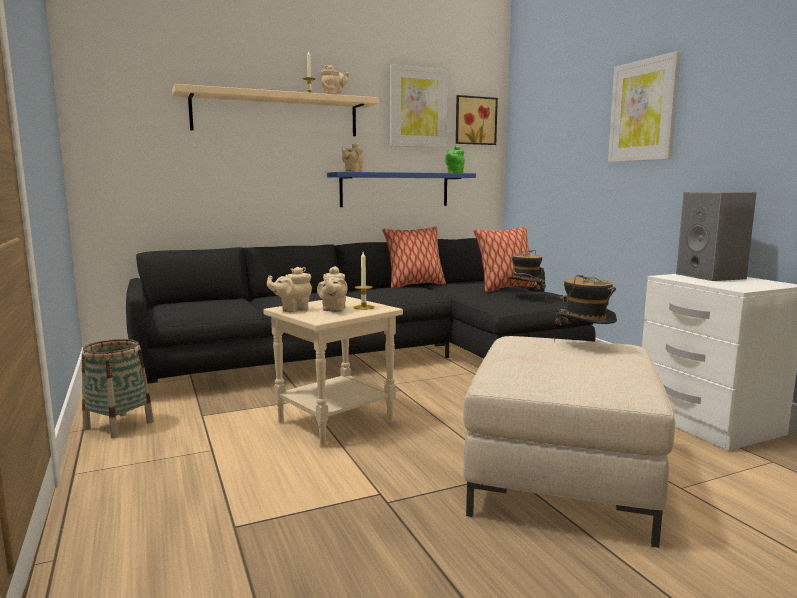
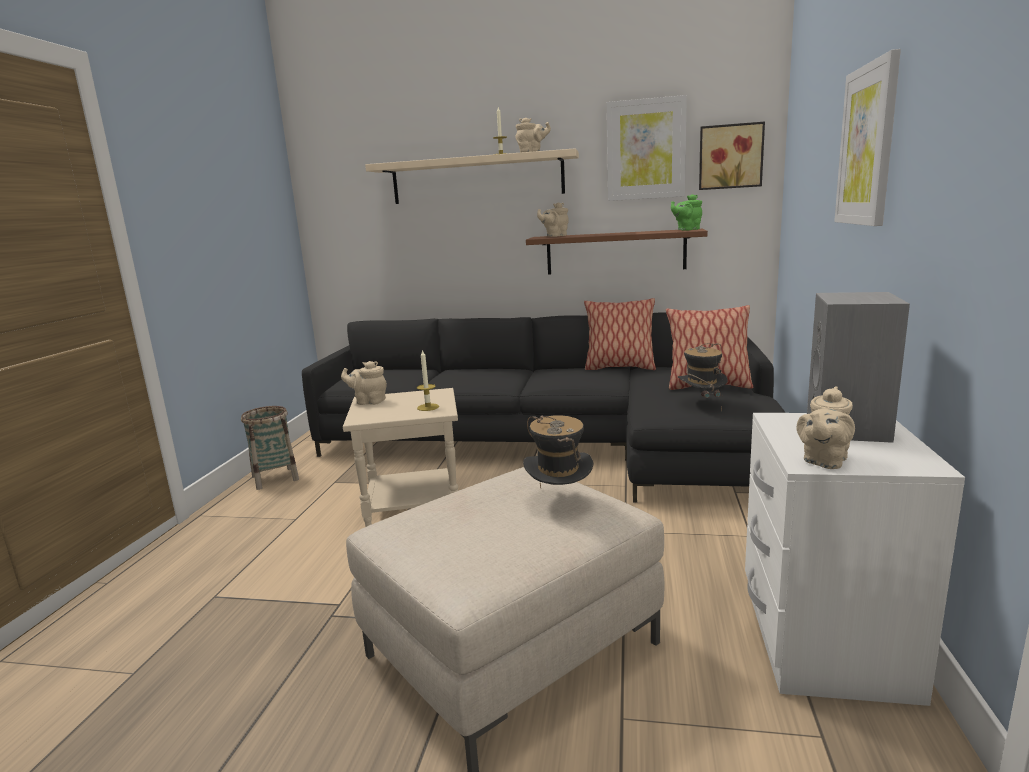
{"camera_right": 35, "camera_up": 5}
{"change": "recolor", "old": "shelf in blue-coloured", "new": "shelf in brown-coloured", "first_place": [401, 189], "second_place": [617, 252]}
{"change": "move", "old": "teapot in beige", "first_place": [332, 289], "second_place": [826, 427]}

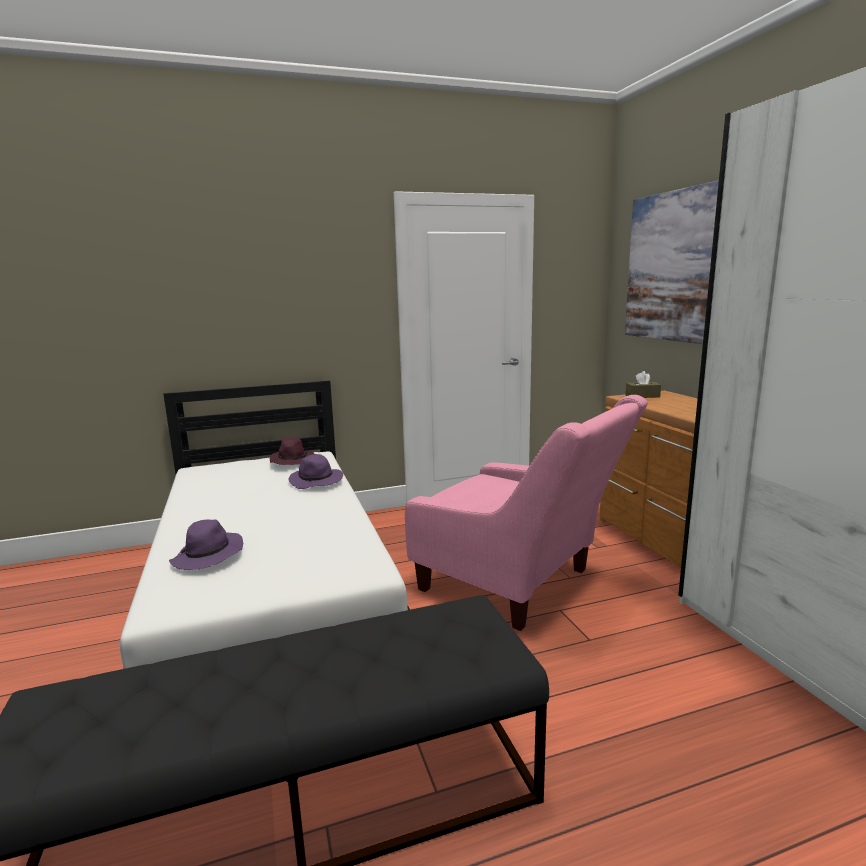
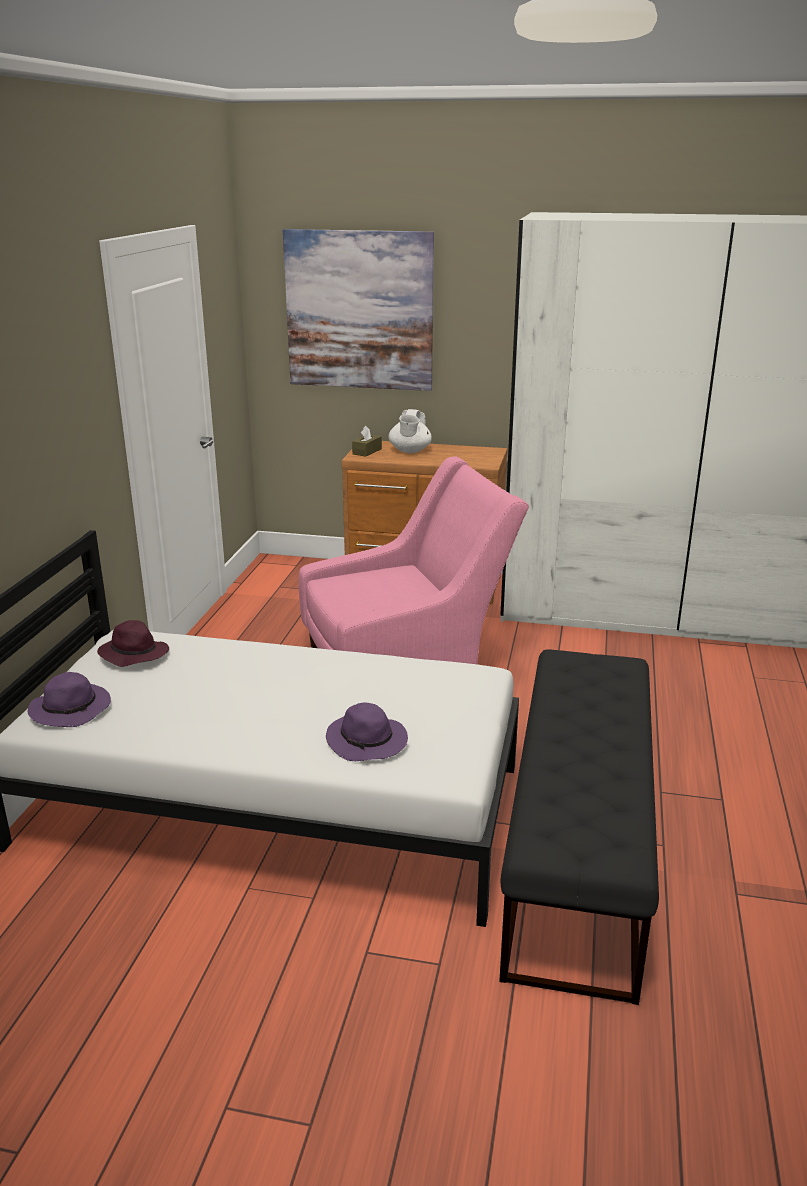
{"camera_right": -60, "camera_up": 10}
{"change": "move", "old": "hat in purple", "first_place": [315, 471], "second_place": [69, 699]}
{"change": "insert", "new": "teapot in white-coloured", "second_place": [410, 431]}

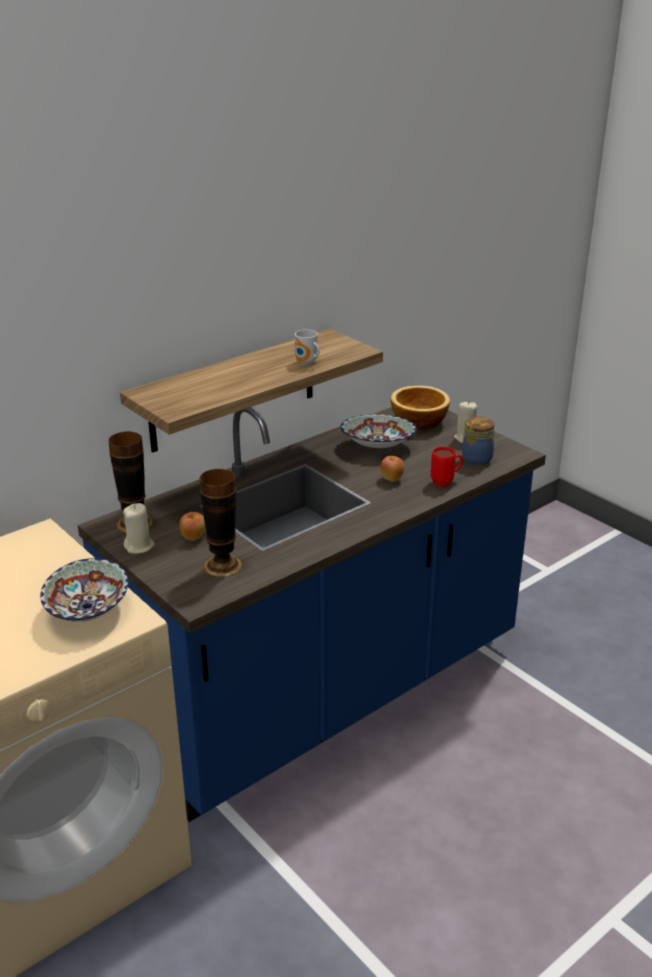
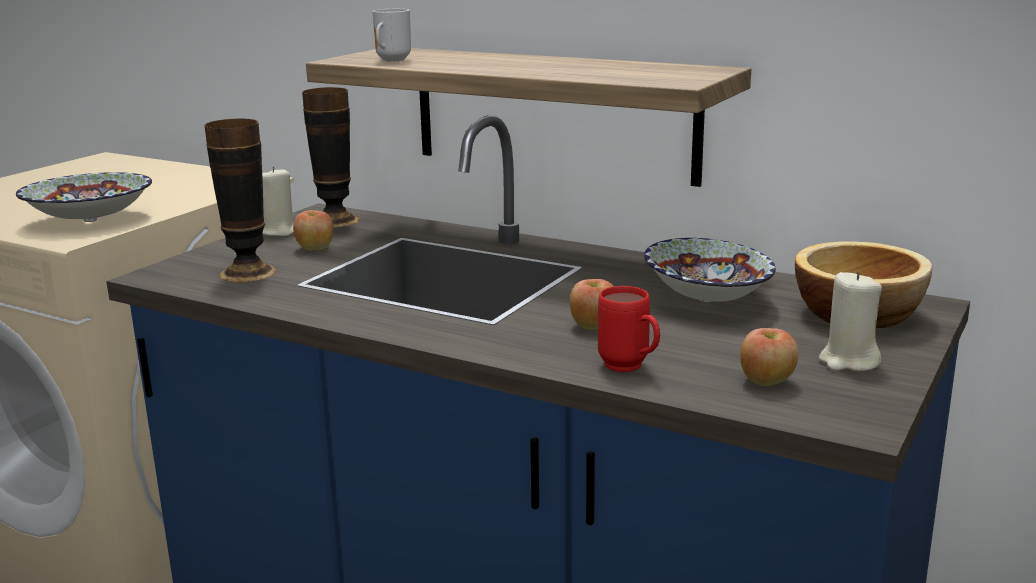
{"camera_right": 70, "camera_up": -10}
{"change": "move", "old": "tea mug", "first_place": [307, 347], "second_place": [391, 35]}
{"change": "replace", "old": "jar", "new": "whole apple", "first_place": [478, 441], "second_place": [769, 357]}

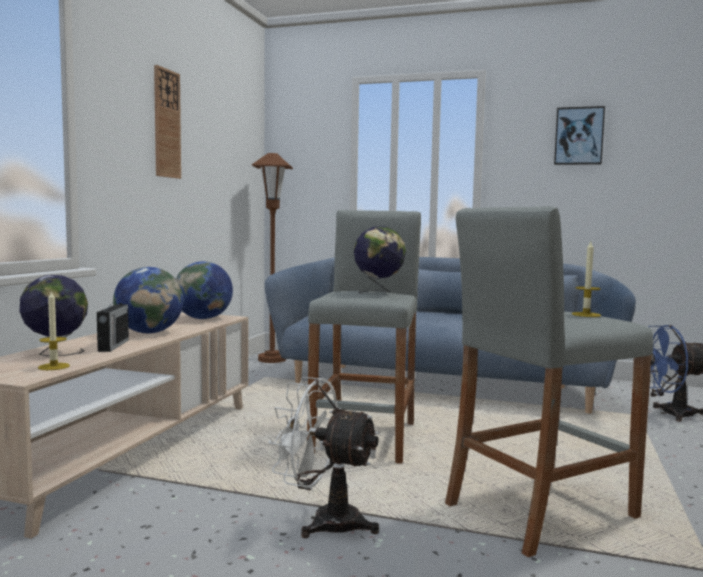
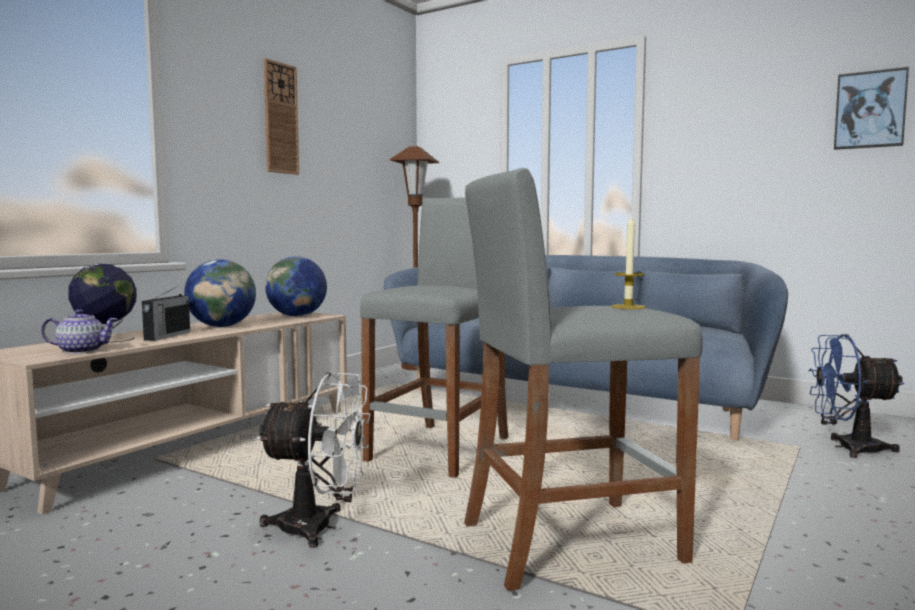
{"camera_right": 15, "camera_up": 0}
{"change": "replace", "old": "candle", "new": "teapot", "first_place": [54, 330], "second_place": [79, 331]}
{"change": "rotate", "old": "fan in white-coloured", "first_place": [324, 457], "second_place": [313, 460], "degrees": 150}
{"change": "move", "old": "wall art", "first_place": [579, 135], "second_place": [871, 108]}
{"change": "delete", "old": "desk globe", "first_place": [380, 260]}

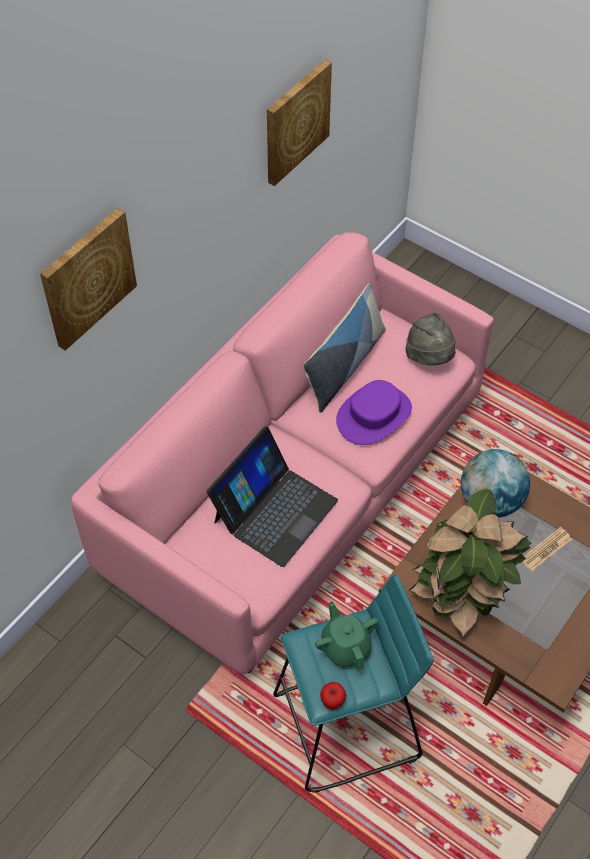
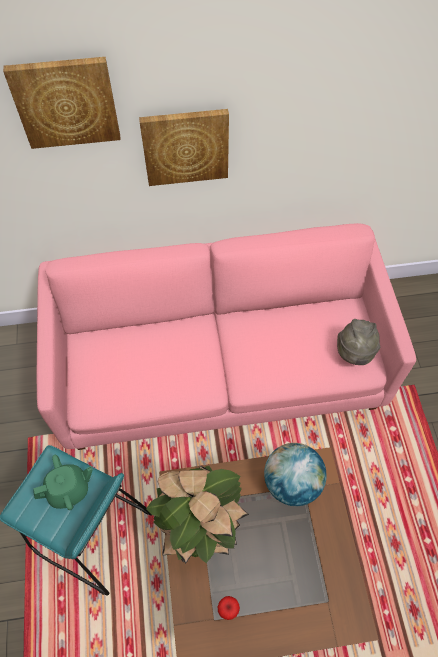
{"camera_right": 45, "camera_up": 5}
{"change": "rotate", "old": "teapot in green-coloured", "first_place": [346, 635], "second_place": [63, 482], "degrees": 45}
{"change": "move", "old": "wall art", "first_place": [299, 122], "second_place": [184, 147]}
{"change": "move", "old": "whole apple", "first_place": [333, 695], "second_place": [229, 608]}
{"change": "delete", "old": "portable computer", "first_place": [272, 496]}
{"change": "delete", "old": "throw pillow", "first_place": [344, 348]}
{"change": "delete", "old": "hat in purple", "first_place": [374, 412]}
{"change": "delete", "old": "newspaper", "first_place": [547, 549]}

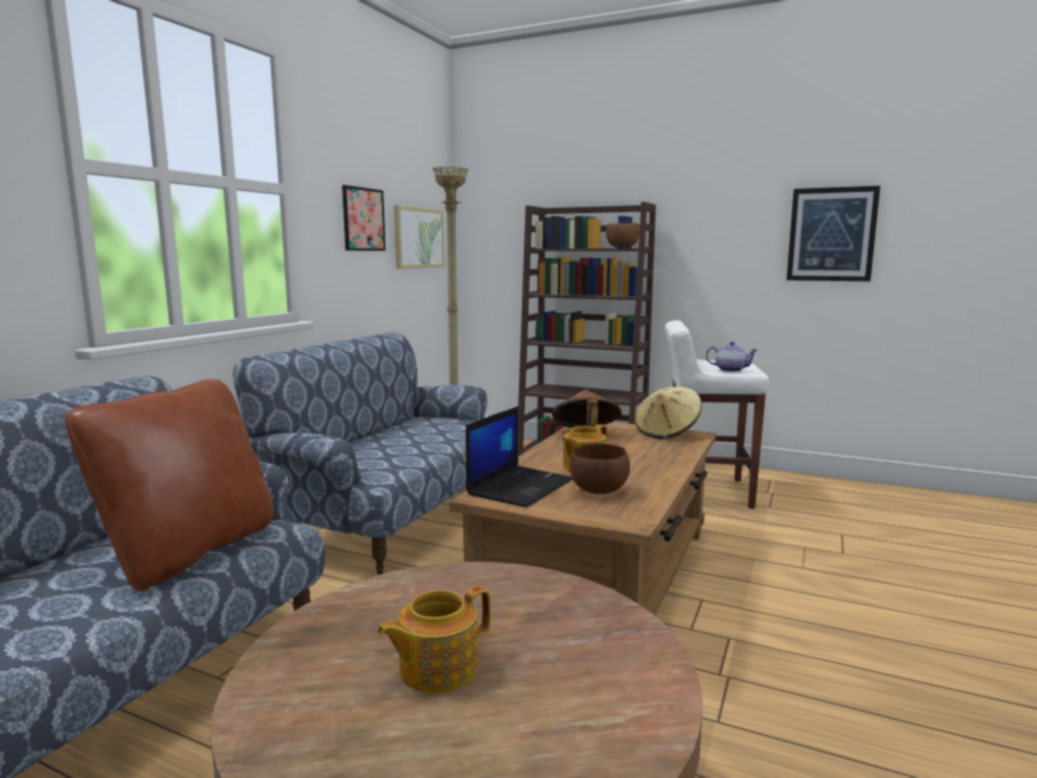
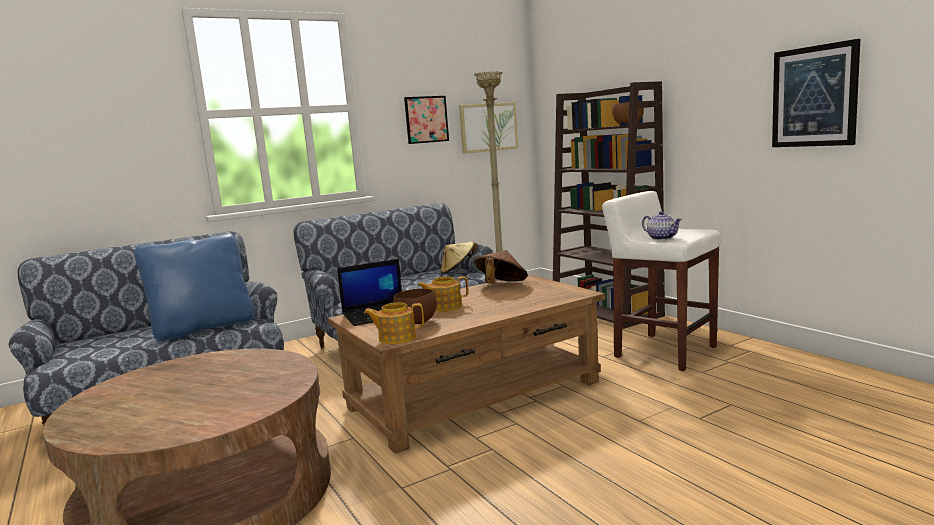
{"camera_right": 35, "camera_up": 0}
{"change": "recolor", "old": "throw pillow in brown-coloured", "new": "throw pillow in blue-coloured", "first_place": [169, 485], "second_place": [194, 287]}
{"change": "move", "old": "teapot", "first_place": [433, 639], "second_place": [394, 323]}
{"change": "move", "old": "hat in beige", "first_place": [668, 413], "second_place": [459, 258]}

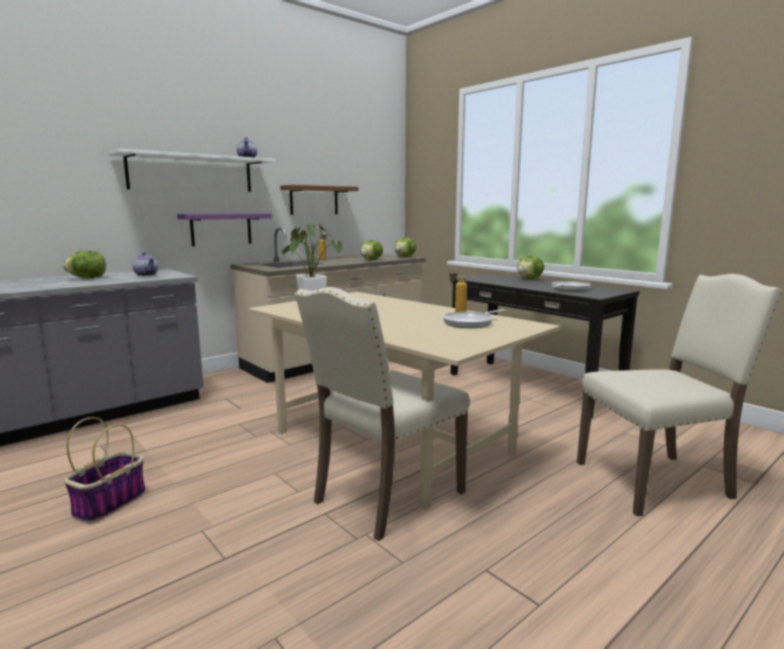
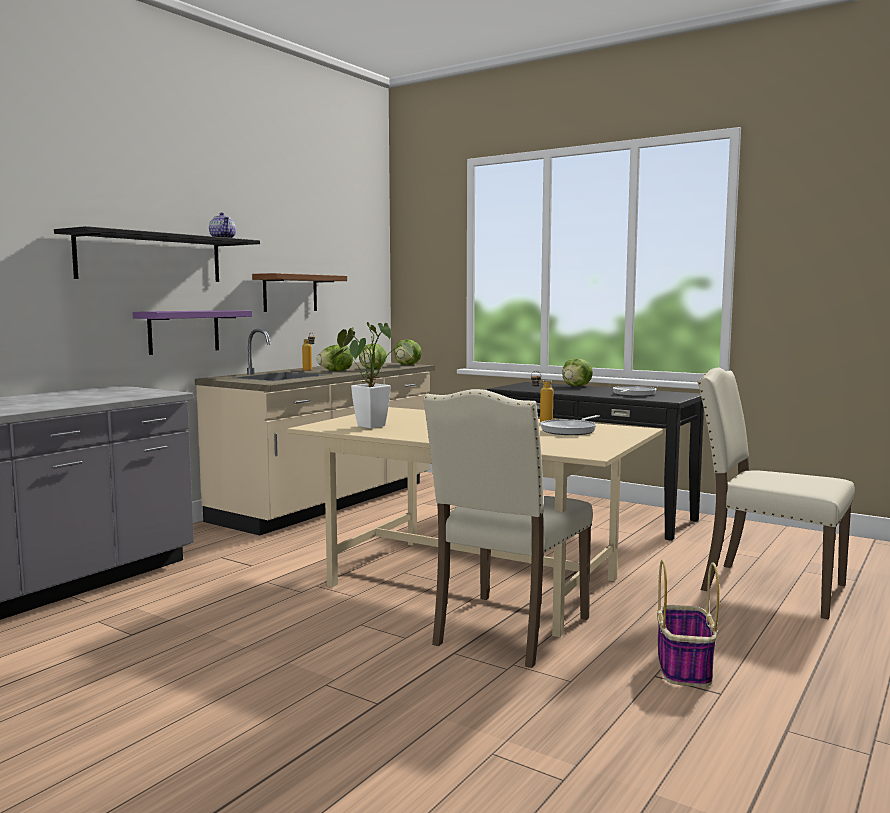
{"camera_right": -15, "camera_up": -5}
{"change": "recolor", "old": "shelf in white-coloured", "new": "shelf in black", "first_place": [192, 170], "second_place": [157, 254]}
{"change": "move", "old": "lettuce head", "first_place": [84, 264], "second_place": [335, 358]}
{"change": "move", "old": "household basket", "first_place": [105, 470], "second_place": [688, 623]}
{"change": "rotate", "old": "chair in beige", "first_place": [680, 395], "second_place": [776, 494], "degrees": -120}
{"change": "delete", "old": "teapot", "first_place": [145, 264]}

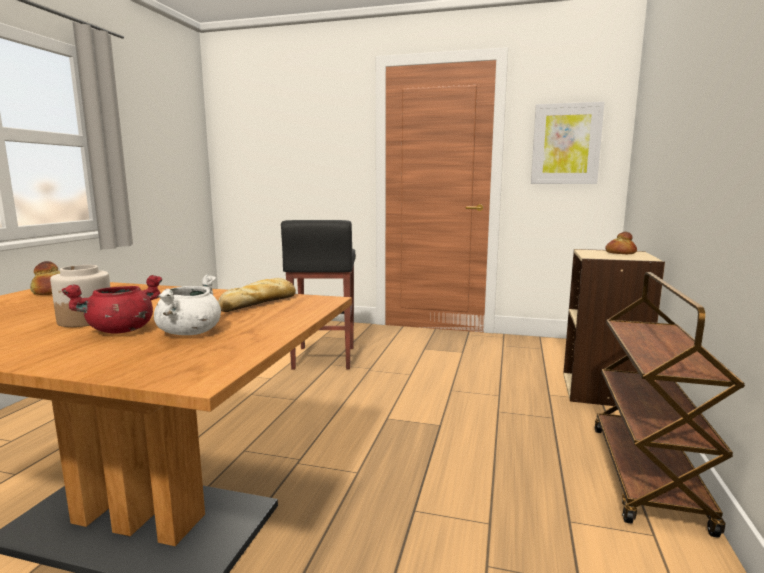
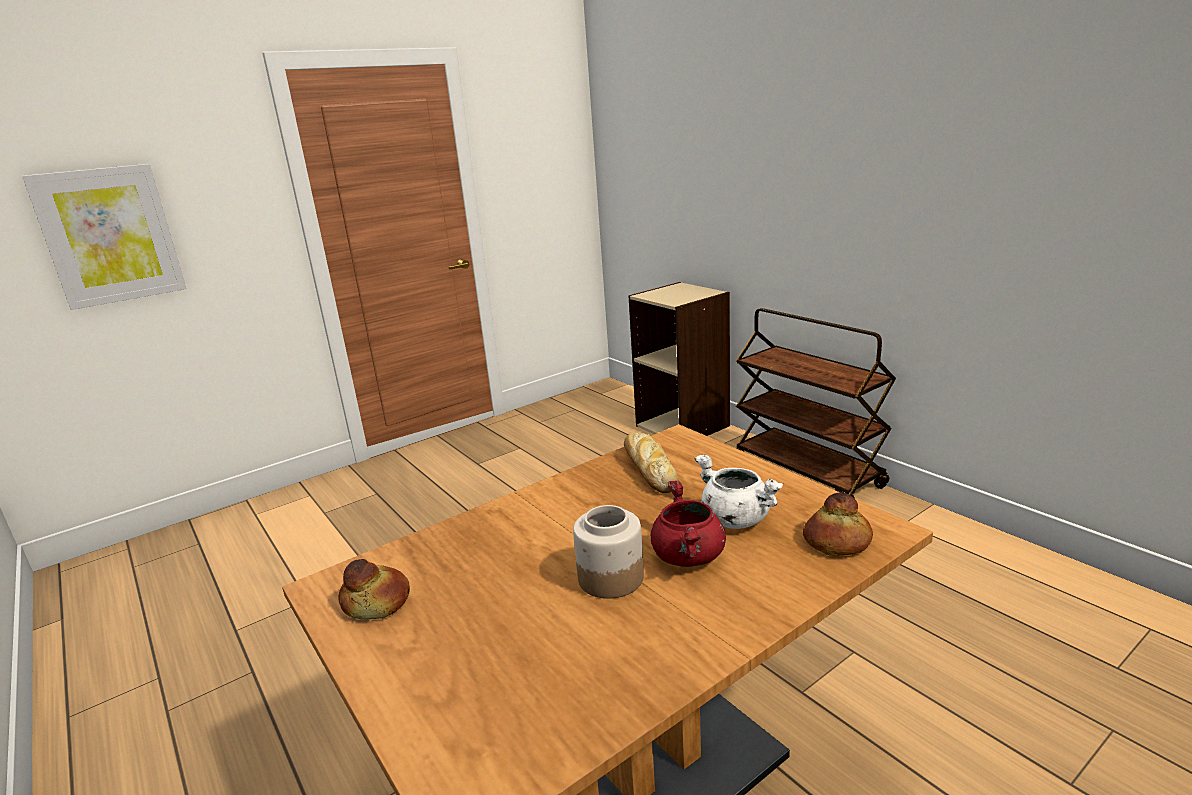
{"camera_right": -50, "camera_up": 10}
{"change": "move", "old": "wall art", "first_place": [568, 143], "second_place": [104, 237]}
{"change": "move", "old": "baked bread", "first_place": [621, 243], "second_place": [838, 524]}
{"change": "delete", "old": "stool seat in black", "first_place": [318, 294]}

